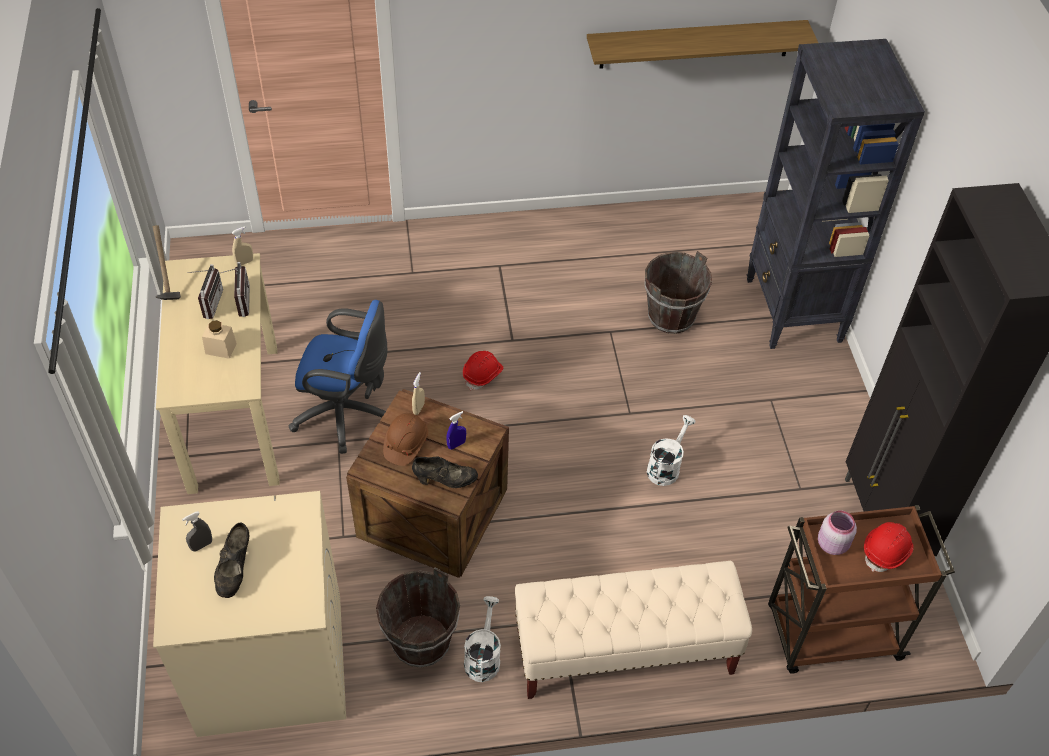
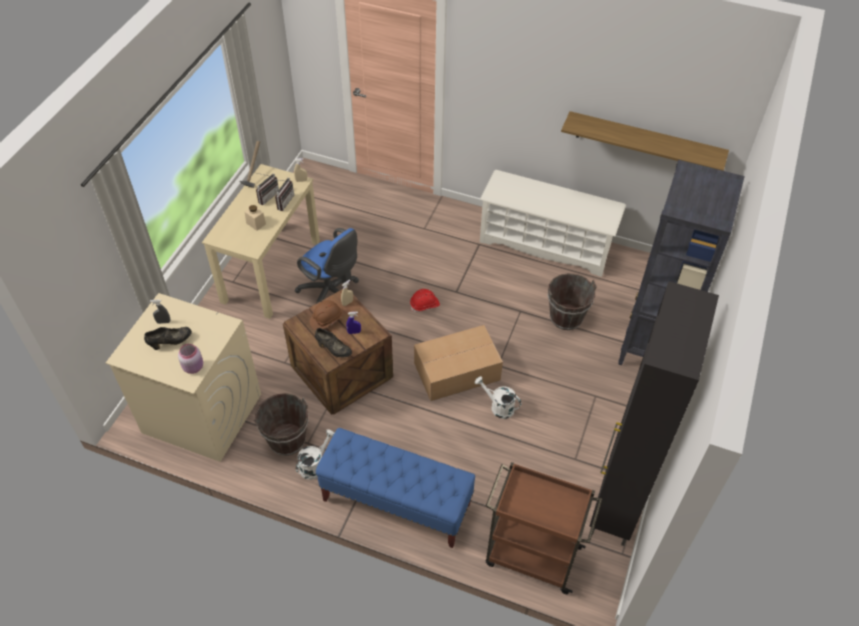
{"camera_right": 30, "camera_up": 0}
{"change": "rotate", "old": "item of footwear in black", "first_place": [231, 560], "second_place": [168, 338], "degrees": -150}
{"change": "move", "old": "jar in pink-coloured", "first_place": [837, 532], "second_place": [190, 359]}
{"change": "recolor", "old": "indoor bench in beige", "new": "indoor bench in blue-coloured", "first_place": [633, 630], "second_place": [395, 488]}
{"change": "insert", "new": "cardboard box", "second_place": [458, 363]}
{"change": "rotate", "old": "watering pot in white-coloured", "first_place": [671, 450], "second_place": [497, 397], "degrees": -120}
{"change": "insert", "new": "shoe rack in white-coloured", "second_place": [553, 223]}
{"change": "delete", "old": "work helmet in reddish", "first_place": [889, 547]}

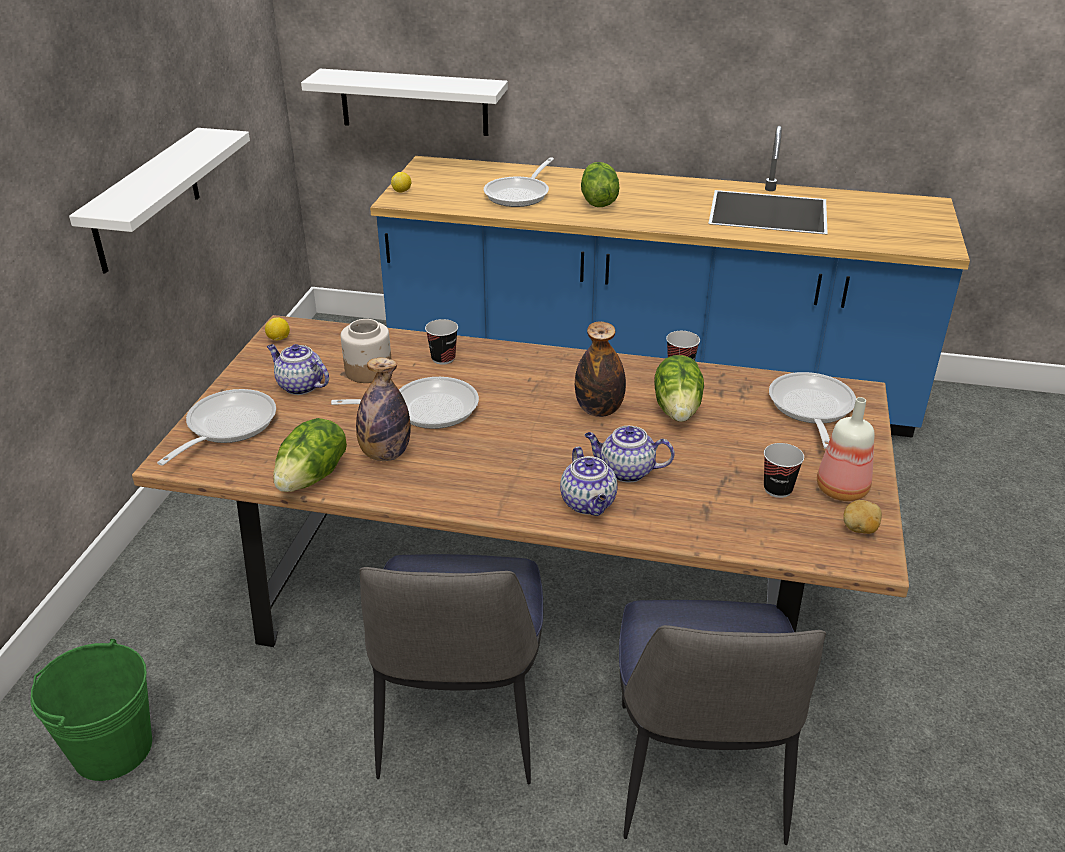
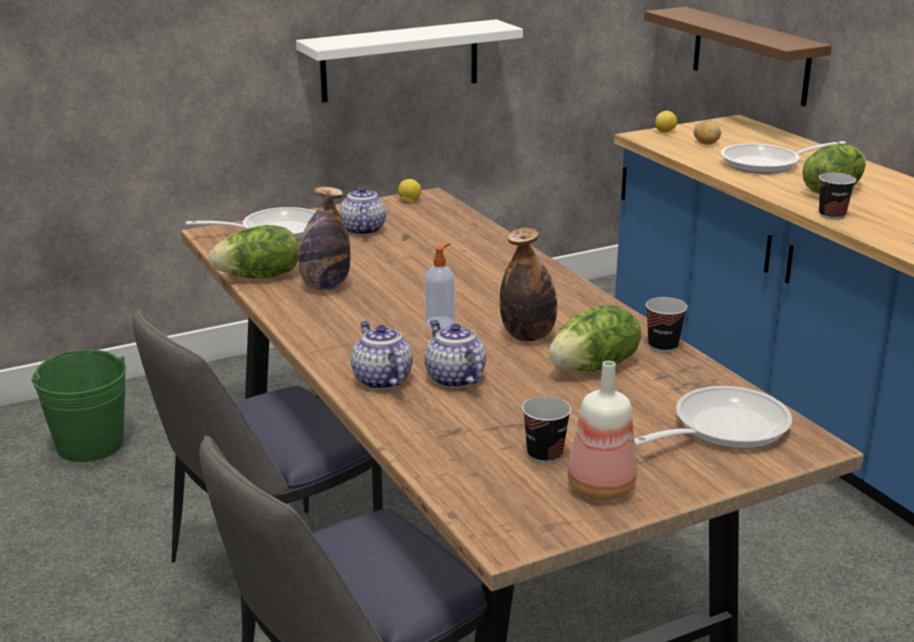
{"camera_right": 50, "camera_up": -10}
{"change": "rotate", "old": "teapot", "first_place": [588, 481], "second_place": [382, 355], "degrees": 120}
{"change": "insert", "new": "soap bottle", "second_place": [439, 285]}
{"change": "recolor", "old": "shelf in white-coloured", "new": "shelf in brown-coloured", "first_place": [404, 102], "second_place": [738, 56]}
{"change": "move", "old": "whole potato", "first_place": [862, 517], "second_place": [707, 133]}
{"change": "move", "old": "small cup", "first_place": [441, 342], "second_place": [837, 196]}
{"change": "delete", "old": "frying pan", "first_place": [405, 403]}
{"change": "delete", "old": "jar", "first_place": [366, 351]}

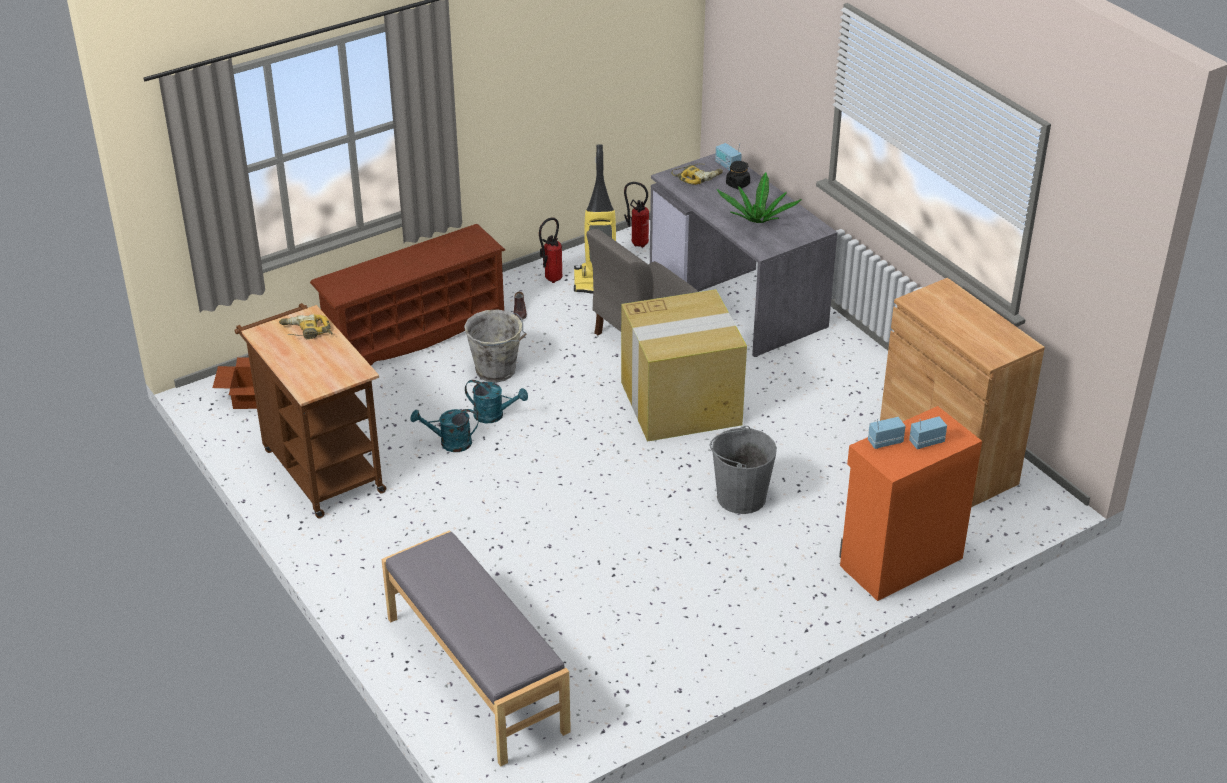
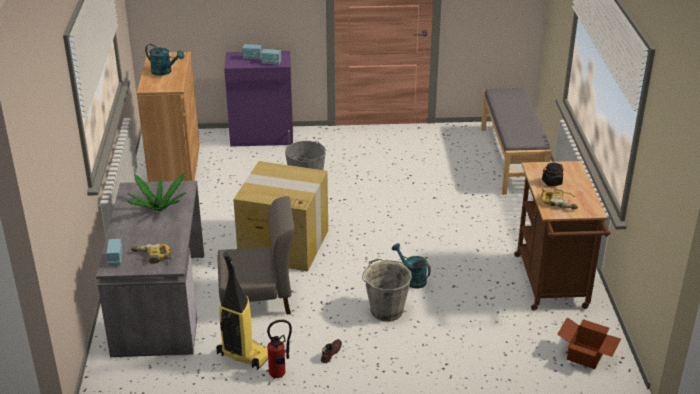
{"camera_right": -150, "camera_up": -5}
{"change": "move", "old": "watering pot in turquoise-coloured", "first_place": [444, 430], "second_place": [164, 60]}
{"change": "recolor", "old": "storage cabinet in orangey", "new": "storage cabinet in purple", "first_place": [910, 503], "second_place": [258, 99]}
{"change": "move", "old": "jar in black", "first_place": [738, 175], "second_place": [553, 175]}
{"change": "delete", "old": "shoe rack in brown-coloured", "first_place": [407, 294]}
{"change": "delete", "old": "fire extinguisher", "first_place": [636, 215]}

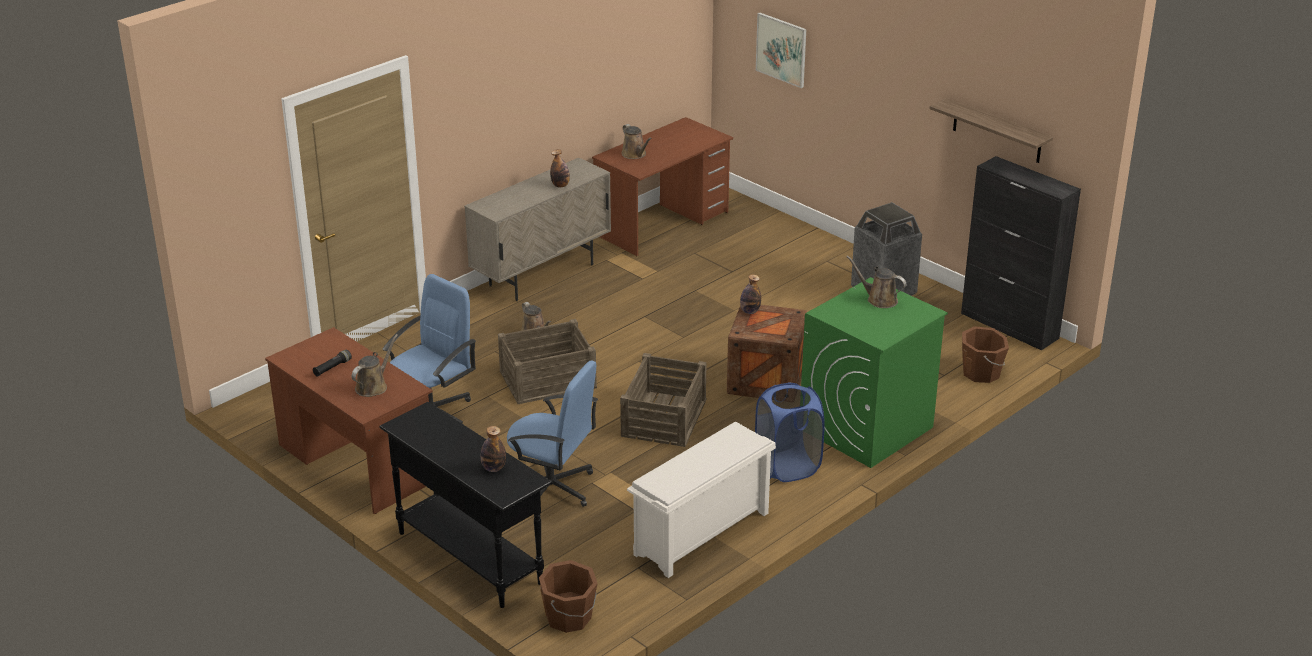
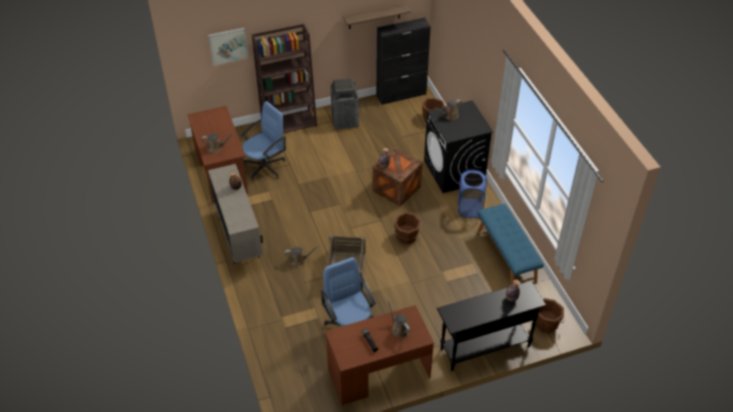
{"camera_right": -65, "camera_up": 15}
{"change": "move", "old": "desk chair in blue-coloured", "first_place": [552, 433], "second_place": [263, 140]}
{"change": "insert", "new": "bookcase in brown-coloured", "second_place": [284, 78]}
{"change": "replace", "old": "shipping crate", "new": "water bucket in brown-coloured", "first_place": [663, 400], "second_place": [408, 228]}
{"change": "recolor", "old": "laundry machine in green-coloured", "new": "laundry machine in black", "first_place": [874, 372], "second_place": [458, 147]}
{"change": "replace", "old": "shoe rack in white-coloured", "new": "indoor bench in blue-coloured", "first_place": [701, 500], "second_place": [511, 244]}

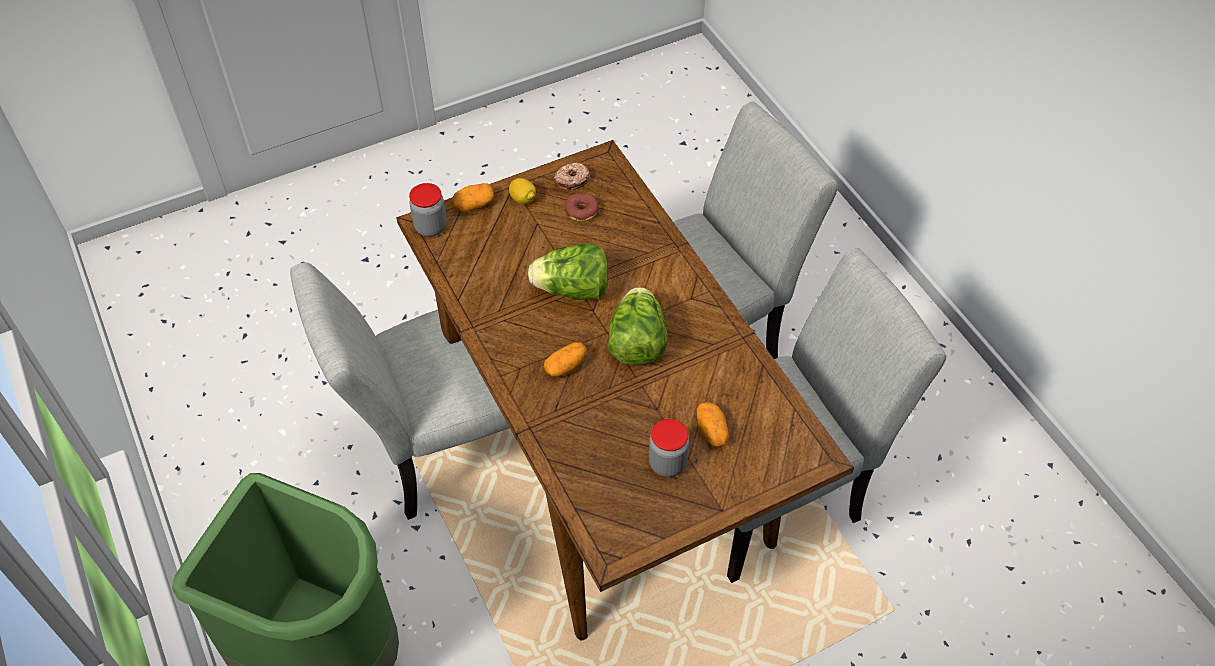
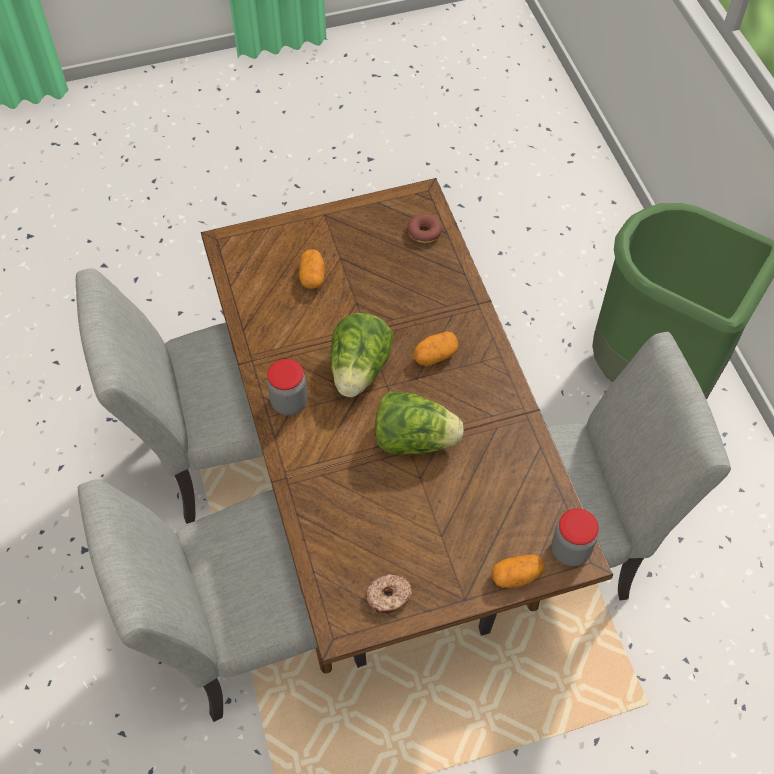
{"camera_right": -170, "camera_up": 5}
{"change": "move", "old": "jar", "first_place": [669, 448], "second_place": [287, 387]}
{"change": "move", "old": "ring doughnut", "first_place": [581, 207], "second_place": [424, 228]}
{"change": "delete", "old": "citrus fruit", "first_place": [522, 191]}

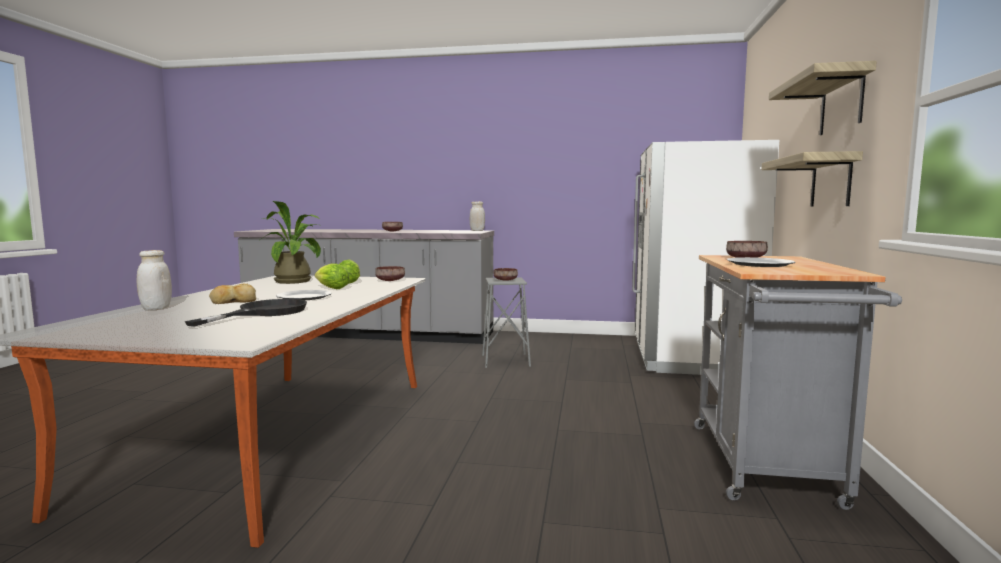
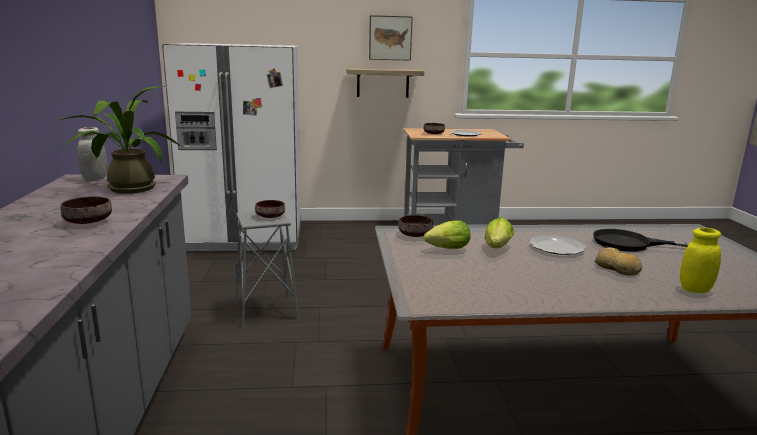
{"camera_right": -105, "camera_up": 10}
{"change": "move", "old": "plant in a pot", "first_place": [290, 242], "second_place": [120, 140]}
{"change": "replace", "old": "shelf", "new": "wall art", "first_place": [823, 98], "second_place": [391, 38]}
{"change": "recolor", "old": "jar in white-coloured", "new": "jar in yellow", "first_place": [154, 280], "second_place": [700, 260]}

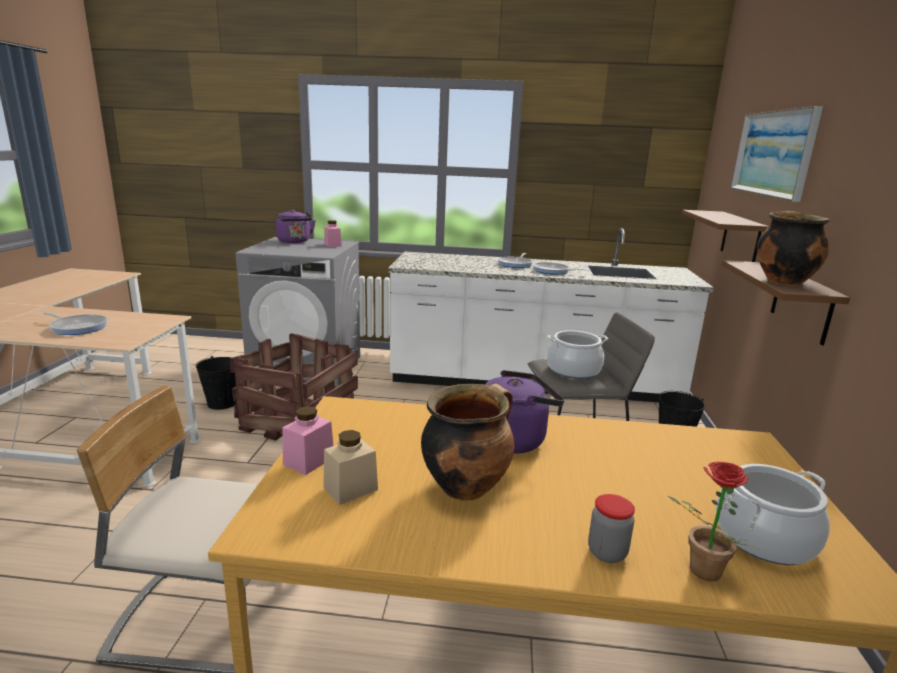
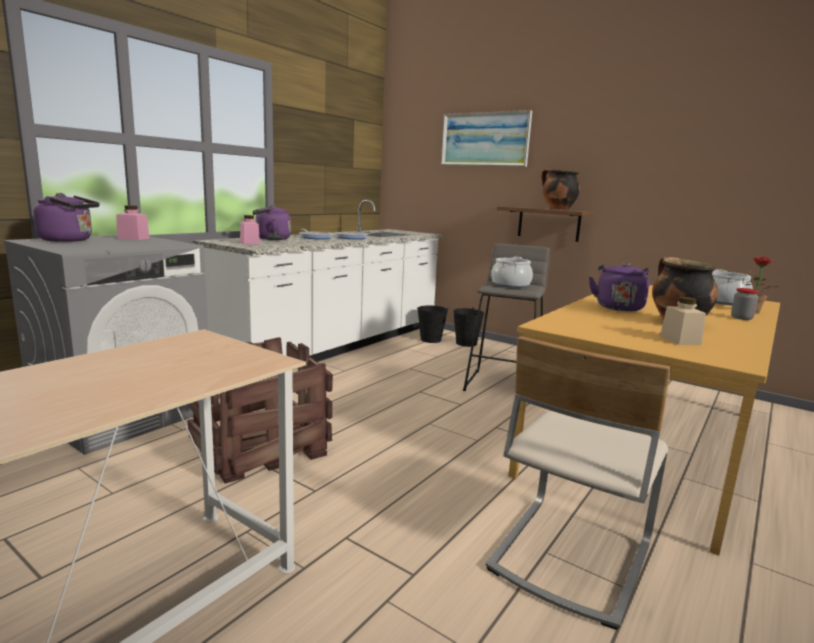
{"camera_right": -60, "camera_up": -5}
{"change": "move", "old": "jar in pink-coloured", "first_place": [307, 440], "second_place": [250, 229]}
{"change": "insert", "new": "water kettle in purple", "second_place": [271, 222]}
{"change": "move", "old": "water bucket in black", "first_place": [216, 383], "second_place": [432, 324]}
{"change": "delete", "old": "frying pan", "first_place": [75, 323]}
{"change": "delete", "old": "shelf in brown-coloured", "first_place": [725, 236]}

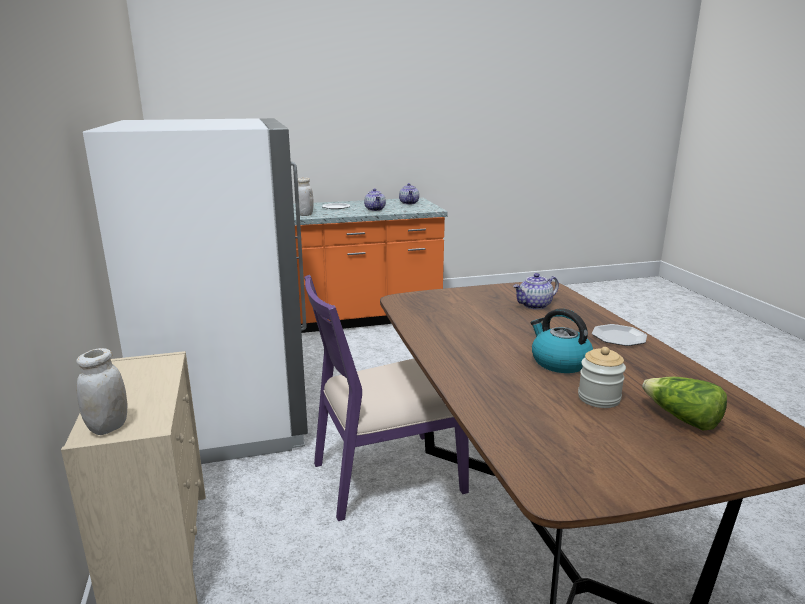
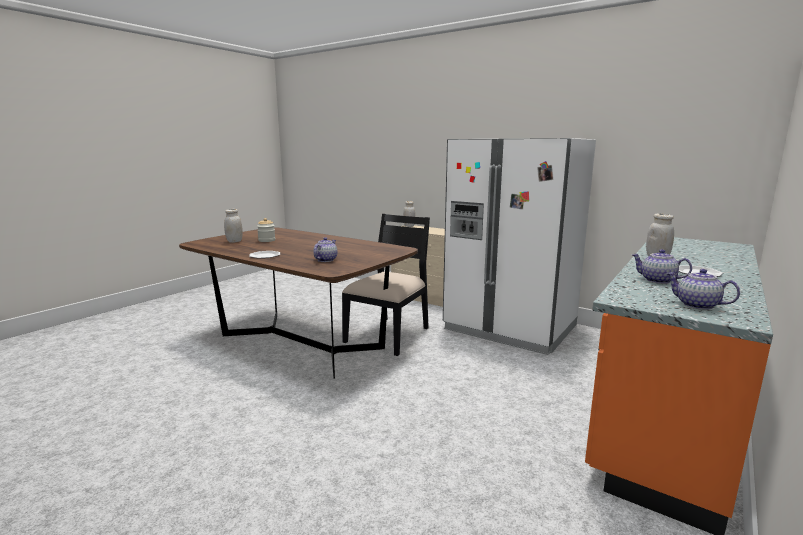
{"camera_right": 140, "camera_up": -5}
{"change": "replace", "old": "lettuce head", "new": "jar in white-coloured", "first_place": [684, 404], "second_place": [233, 226]}
{"change": "recolor", "old": "chair in purple", "new": "chair in black", "first_place": [386, 398], "second_place": [386, 285]}
{"change": "delete", "old": "water kettle", "first_place": [562, 340]}

